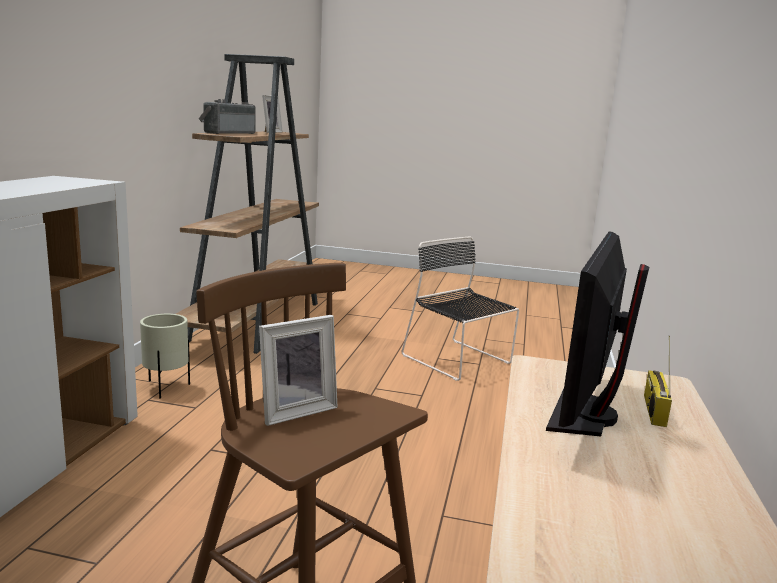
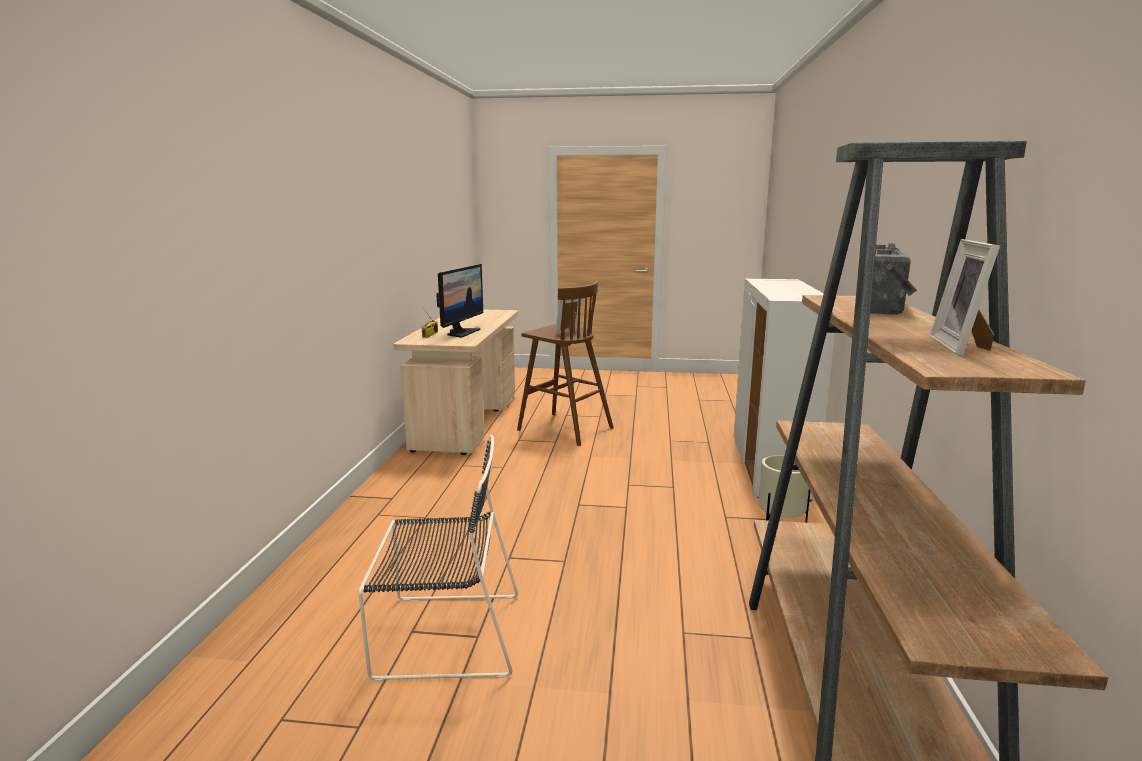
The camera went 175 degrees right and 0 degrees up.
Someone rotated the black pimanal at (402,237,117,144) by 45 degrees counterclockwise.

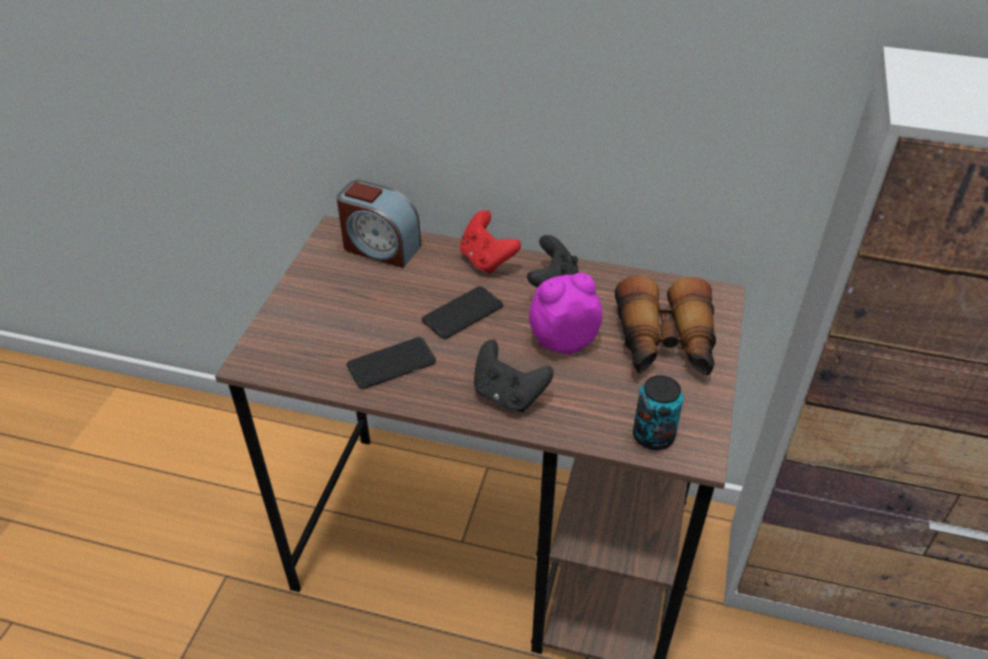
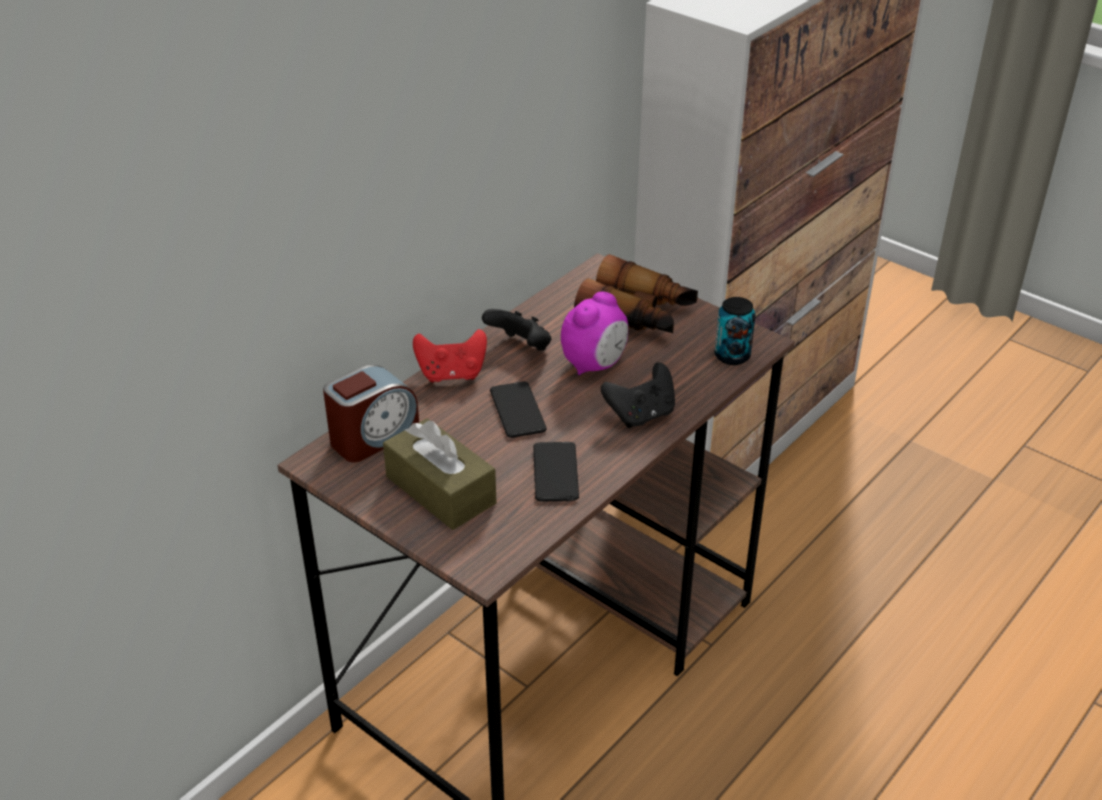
The camera went 65 degrees left and 5 degrees down.
Someone rotated the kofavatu at (529,273,74,81) by 150 degrees counterclockwise.
Someone put down the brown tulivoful at (383,418,113,112).

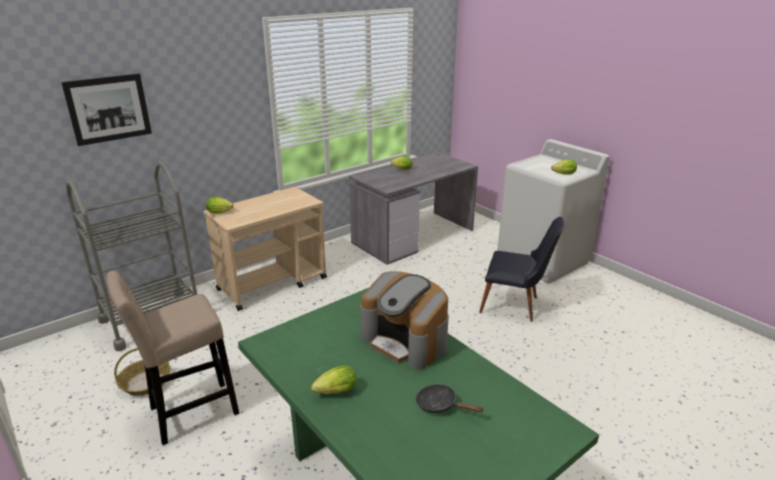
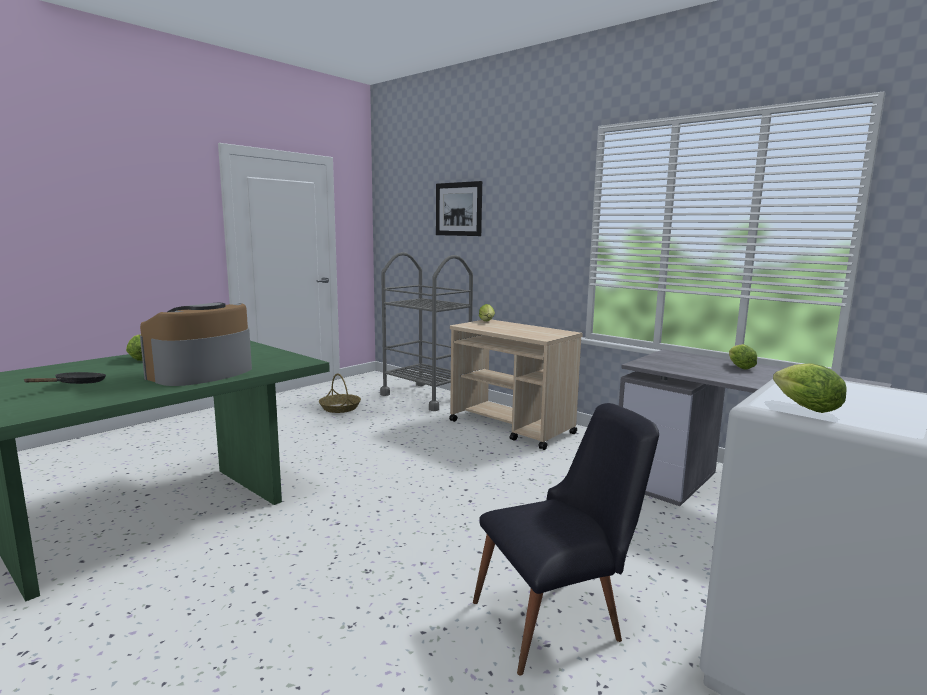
The camera went 80 degrees right and 15 degrees down.
Someone took away the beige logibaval at (107,271,132,174).
Someone rotated the black pimanal at (479,217,86,105) by 120 degrees counterclockwise.

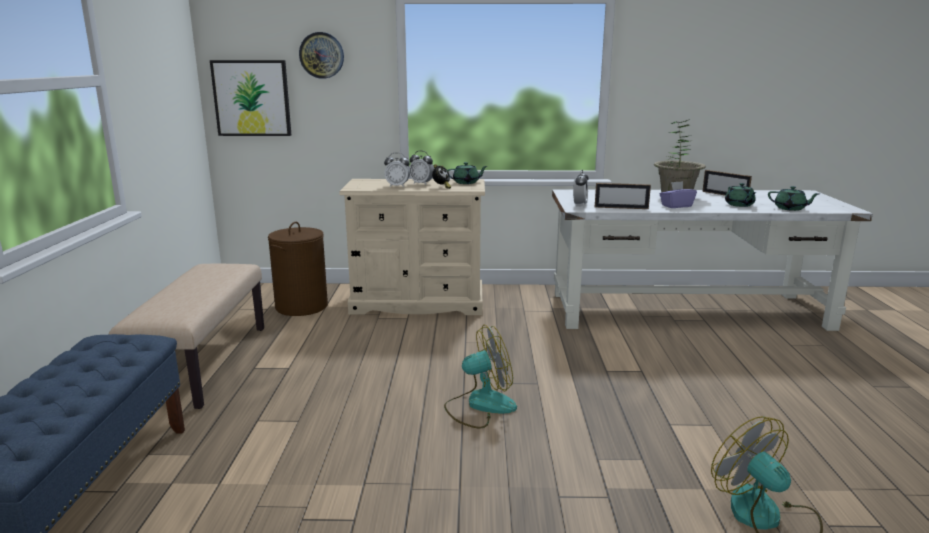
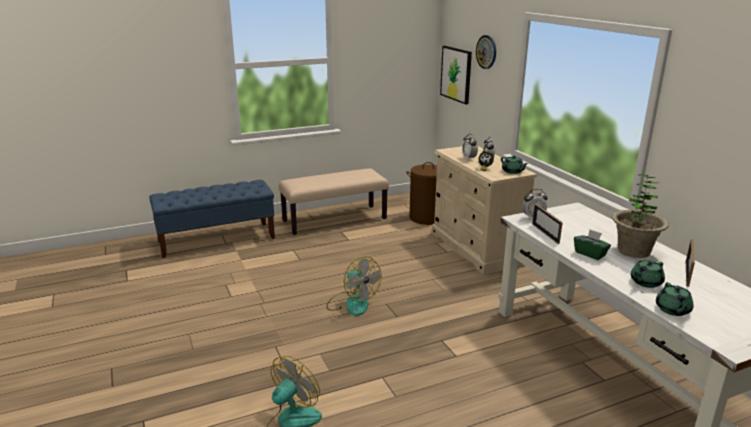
The camera went 65 degrees right and 5 degrees up.
Someone repainted the purple tulivoful at (660,181,37,27), which became the green tulivoful at (574,229,37,31).

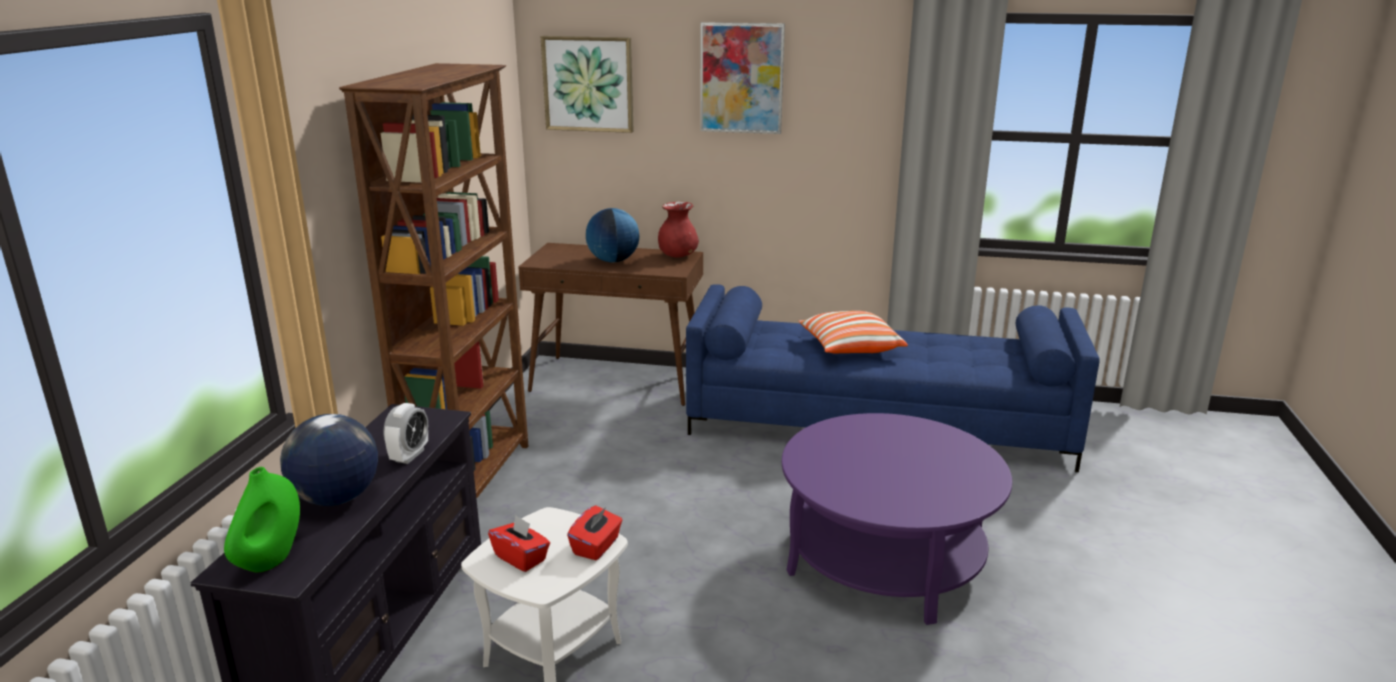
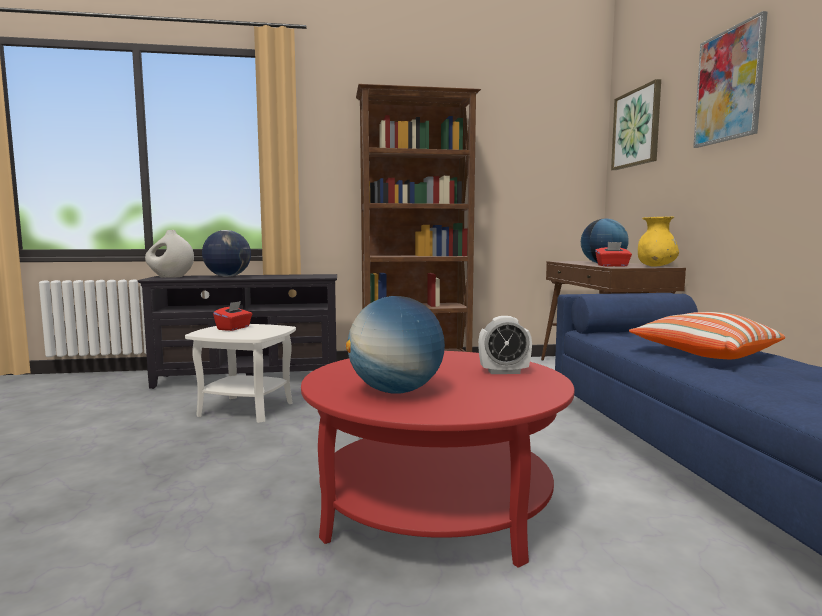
The camera went 70 degrees right and 15 degrees down.
Someone repainted the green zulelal at (224,467,76,105), which became the white zulelal at (145,230,49,48).
Someone carried the kofavatu from (383,403,45,61) to (478,316,54,58).
Someone carried the red tulivoful from (567,506,55,54) to (595,242,37,25).
Someone repainted the red zulelal at (658,202,41,56), which became the yellow zulelal at (638,216,41,51).
Someone repainted the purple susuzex at (782,413,230,212), which became the red susuzex at (301,351,274,217).
Someone put down the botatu at (346,296,99,97).

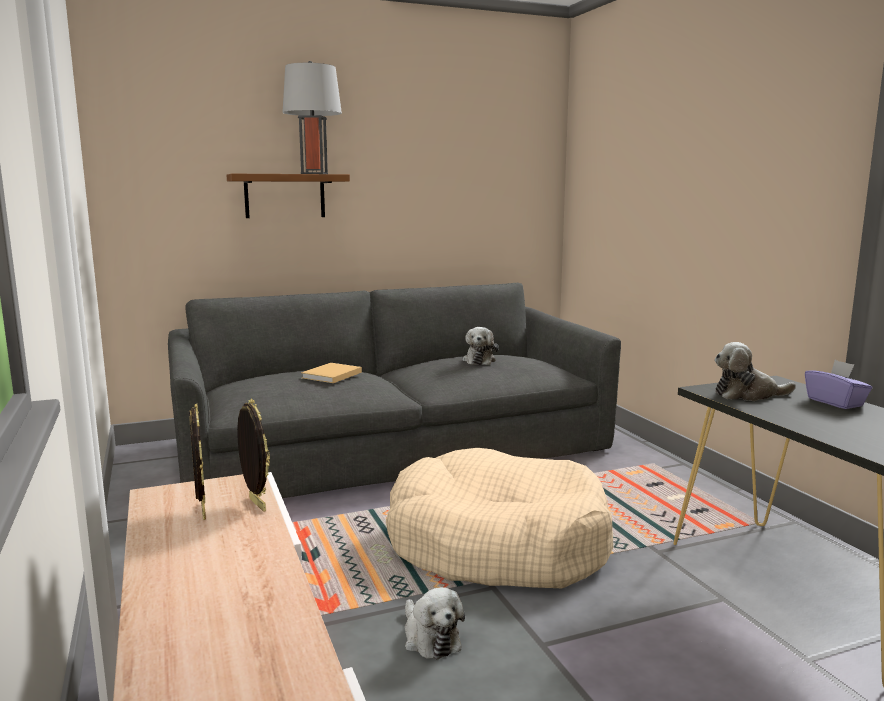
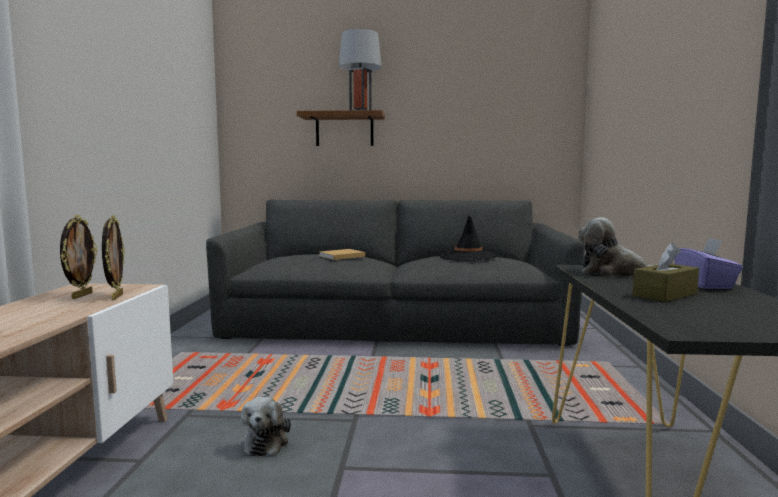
The camera went 25 degrees right and 5 degrees down.
Someone took away the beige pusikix at (386,448,227,140).
Someone swapped the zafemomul at (462,327,37,38) for the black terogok at (440,215,57,46).
Someone put down the brown tulivoful at (633,242,66,60).

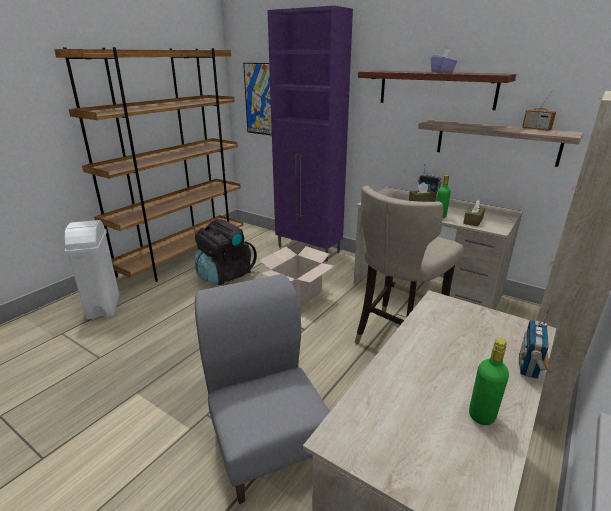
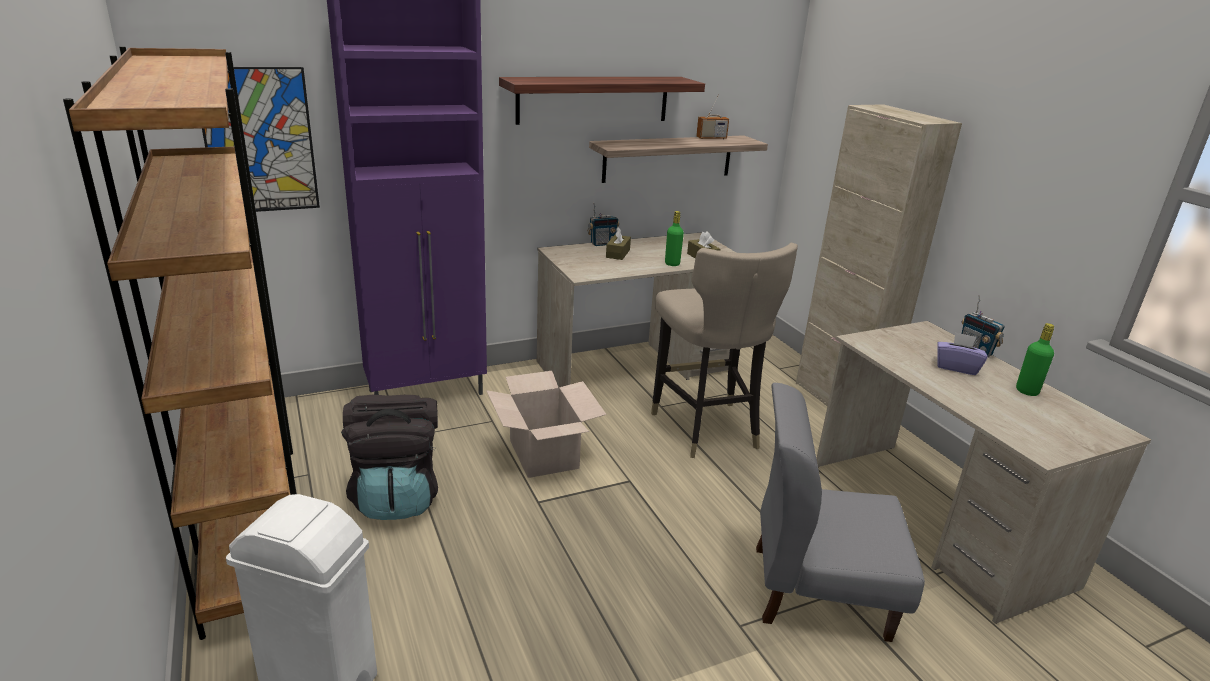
The camera went 60 degrees left and 0 degrees up.
Someone carried the purple tulivoful from (431,49,26,24) to (937,332,51,43).

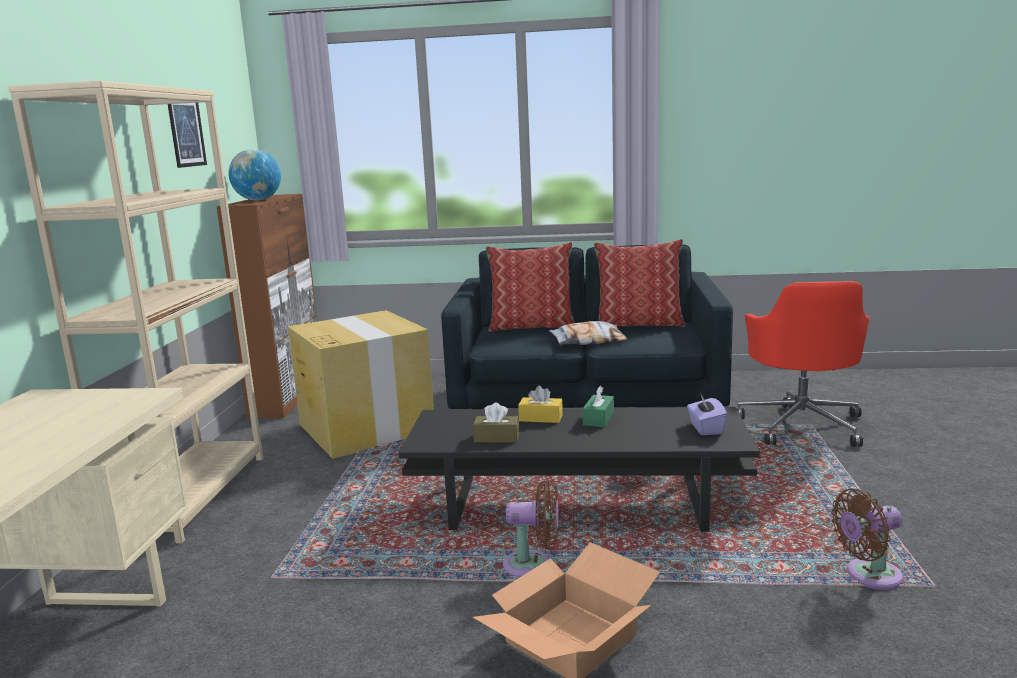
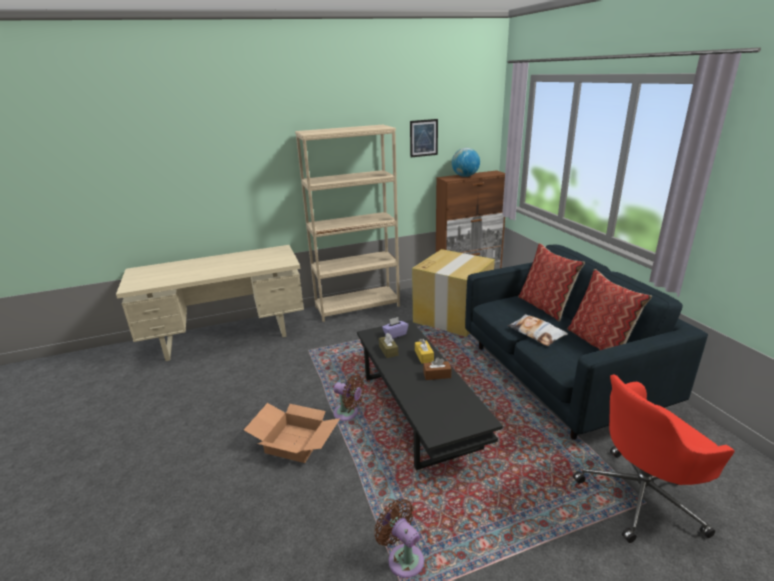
The camera went 65 degrees right and 10 degrees up.
Someone rotated the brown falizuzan at (503,480,55,97) by 45 degrees counterclockwise.
Someone repainted the green tulivoful at (583,386,31,41), which became the brown tulivoful at (423,357,28,23).
Someone carried the purple tulivoful from (687,393,40,42) to (382,317,26,22).

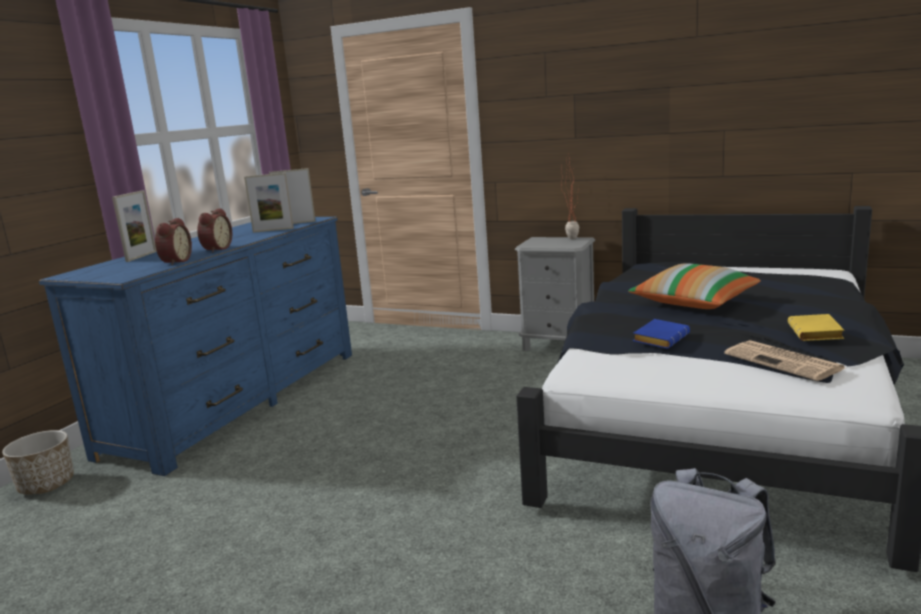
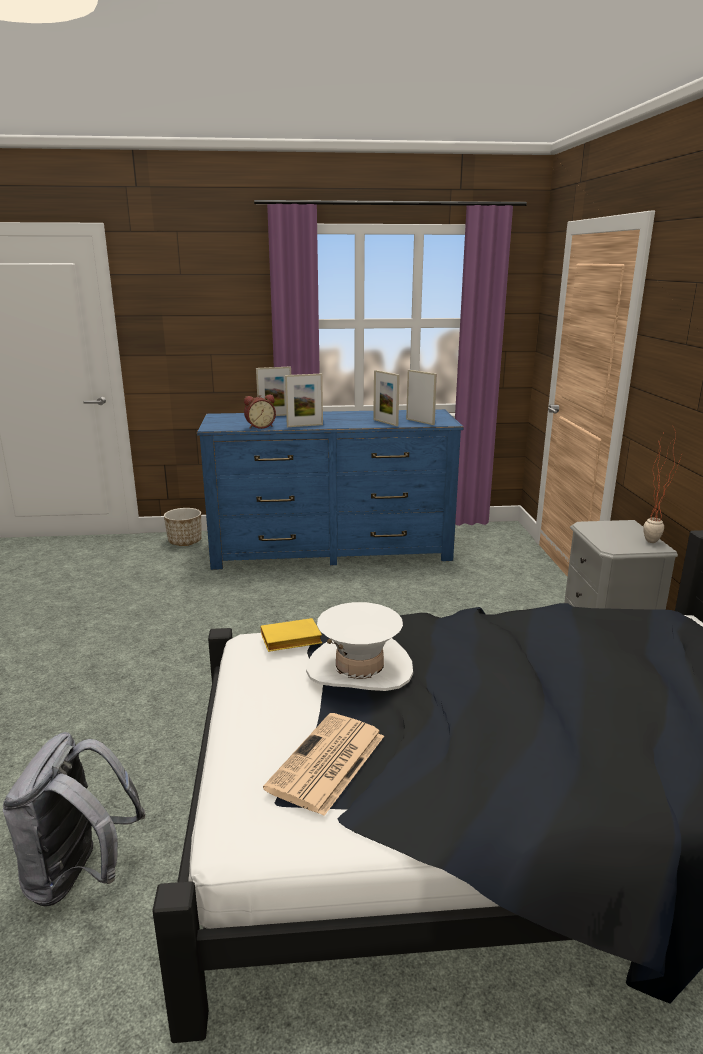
The camera went 60 degrees right and 5 degrees up.
Someone swapped the kofavatu at (197,208,35,45) for the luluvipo at (285,374,38,53).
Someone took away the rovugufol at (628,263,133,46).
Someone swapped the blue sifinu at (633,319,57,30) for the white terogok at (306,602,107,89).
Someone carried the yellow sifinu from (788,314,56,27) to (261,618,61,34).

